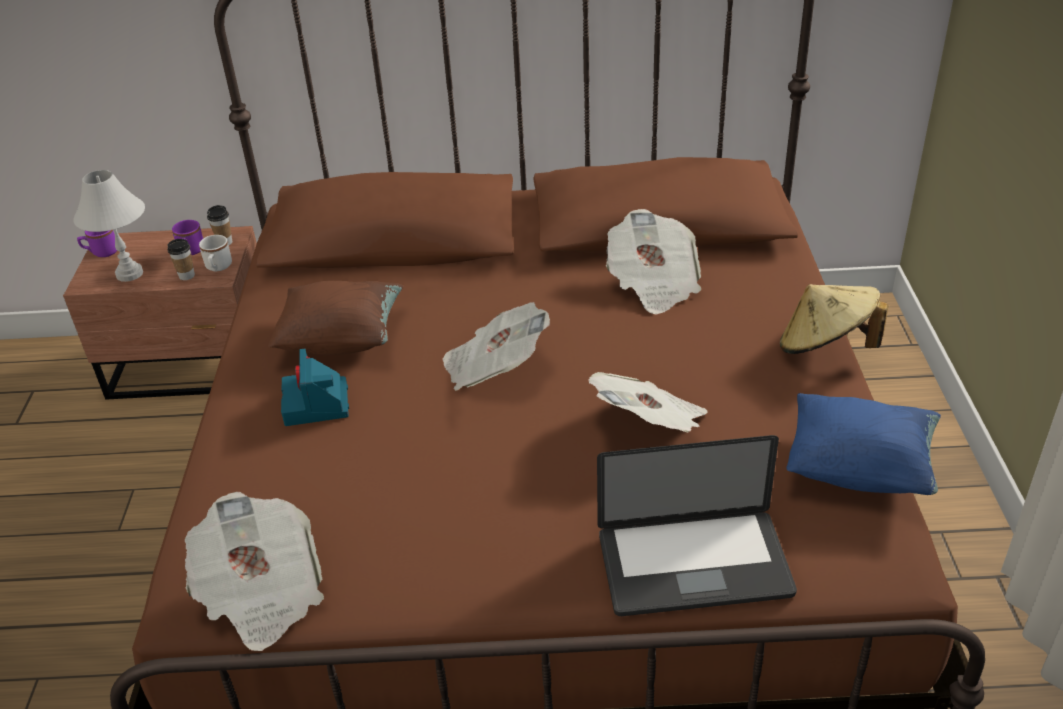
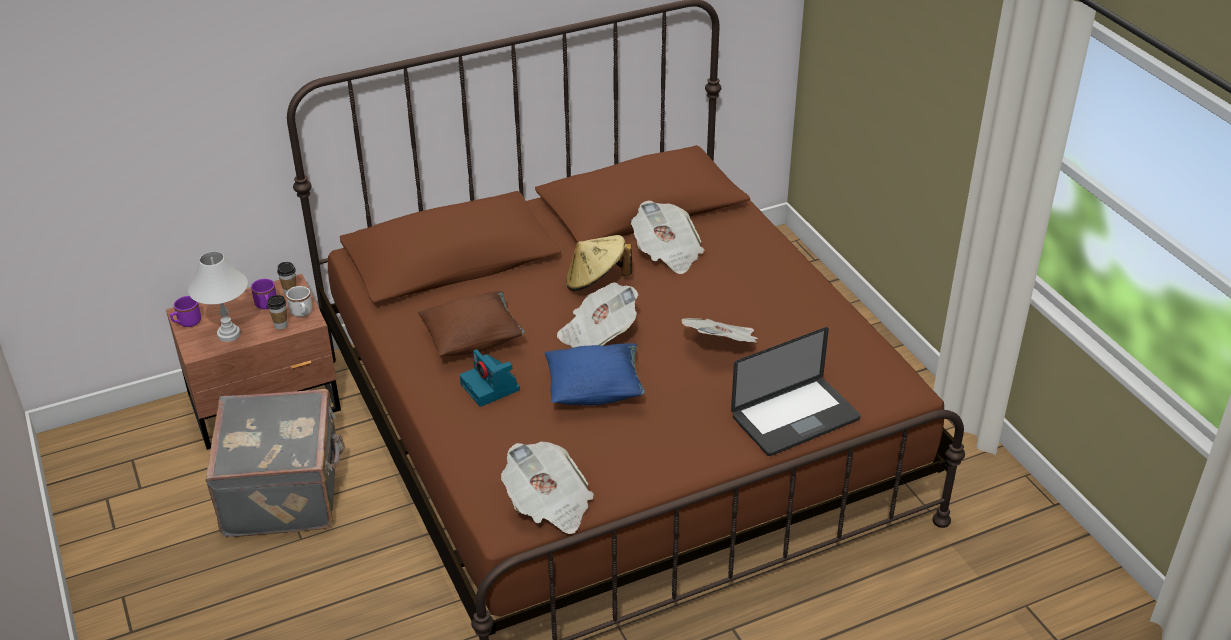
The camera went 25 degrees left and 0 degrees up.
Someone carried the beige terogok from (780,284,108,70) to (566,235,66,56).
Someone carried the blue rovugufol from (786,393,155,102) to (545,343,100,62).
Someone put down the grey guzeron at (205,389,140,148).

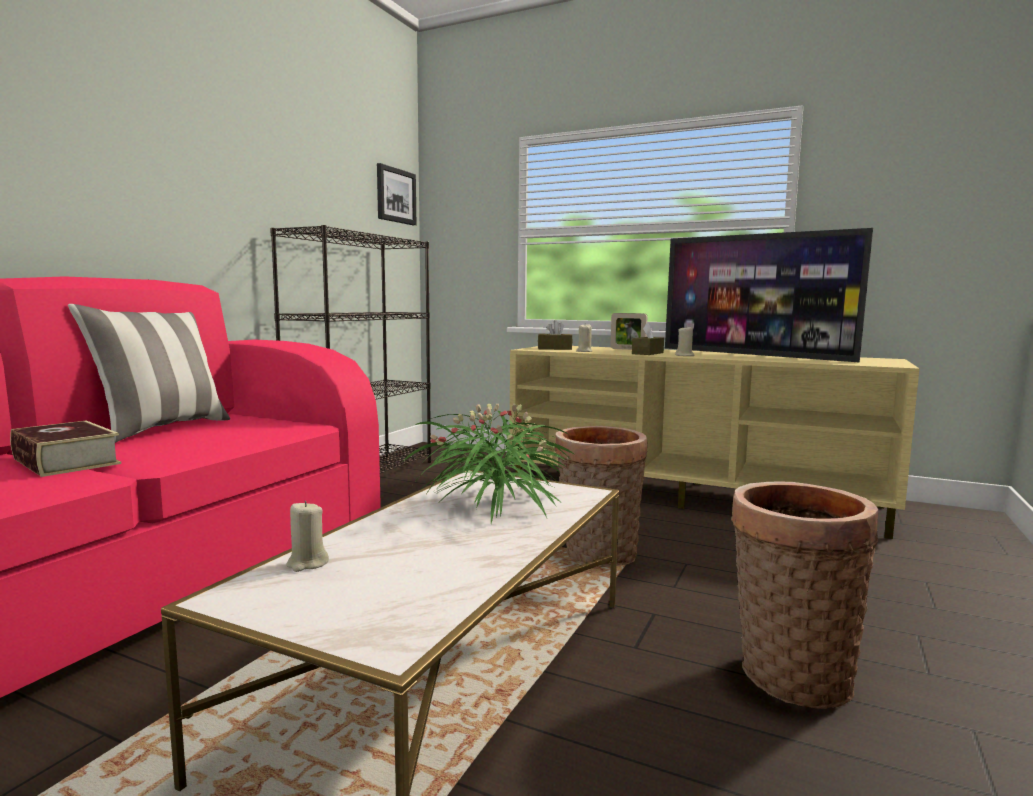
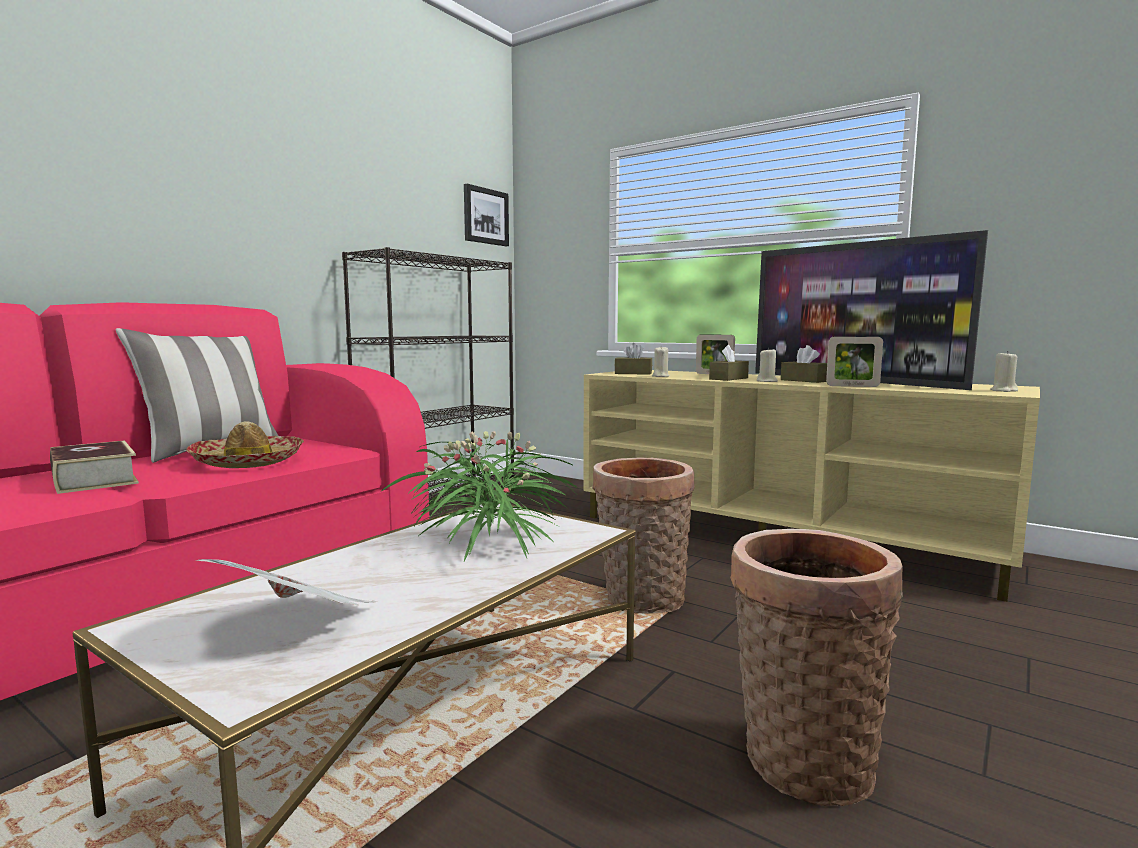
The camera went 10 degrees right and 0 degrees up.
Someone carried the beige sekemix from (286,501,43,71) to (990,351,28,41).
Someone put down the terogok at (187,421,117,47).
Someone put down the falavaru at (196,559,181,46).
Someone put down the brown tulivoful at (781,345,46,38).
Someone put down the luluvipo at (826,337,57,50).

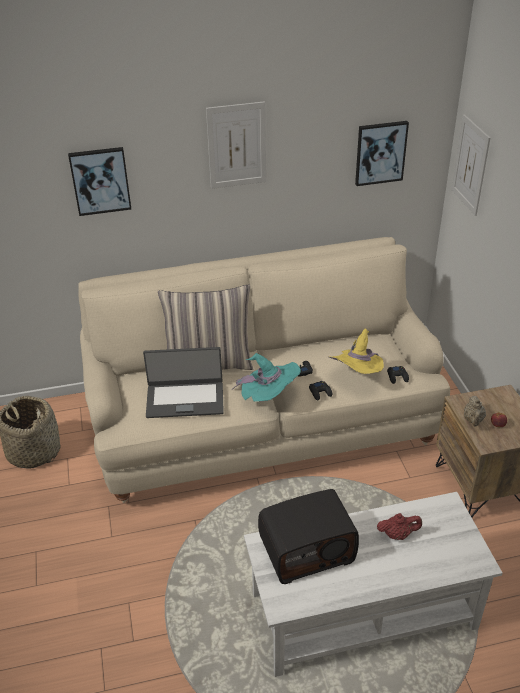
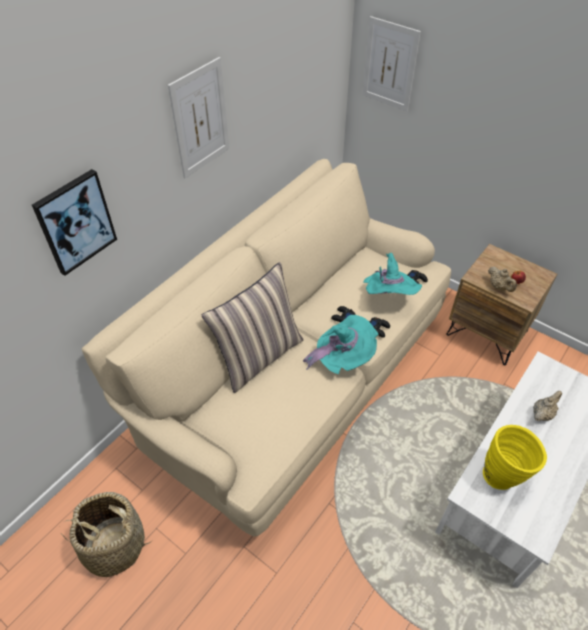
The camera went 40 degrees left and 10 degrees up.
Someone took away the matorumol at (143,347,81,71).
Someone swapped the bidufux at (258,489,101,95) for the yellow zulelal at (483,425,64,65).
Someone repainted the yellow terogok at (328,328,56,46), which became the turquoise terogok at (363,253,59,42).
Someone took away the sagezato at (355,121,54,65).
Someone repainted the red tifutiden at (377,513,45,27), which became the beige tifutiden at (533,391,29,31).

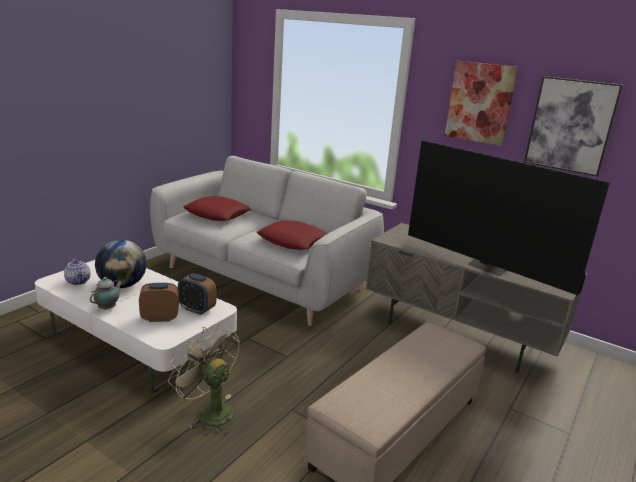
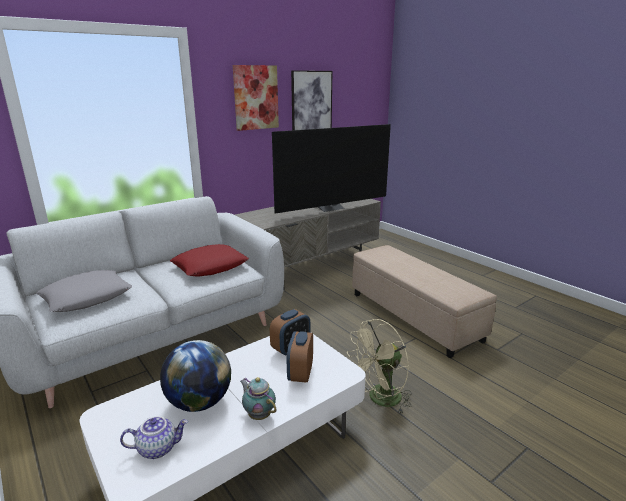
The camera went 70 degrees left and 0 degrees up.
Someone repainted the red rovugufol at (184,196,68,25), which became the grey rovugufol at (36,270,96,42).

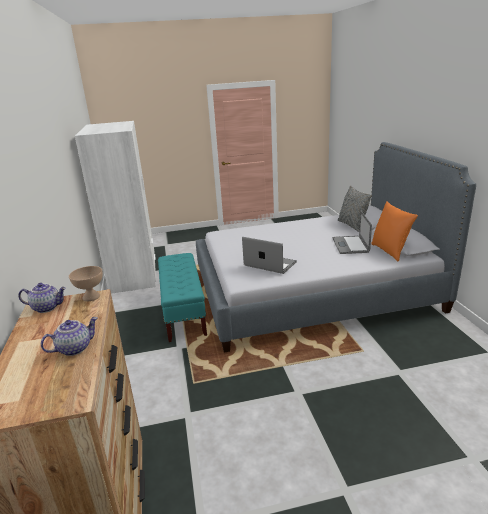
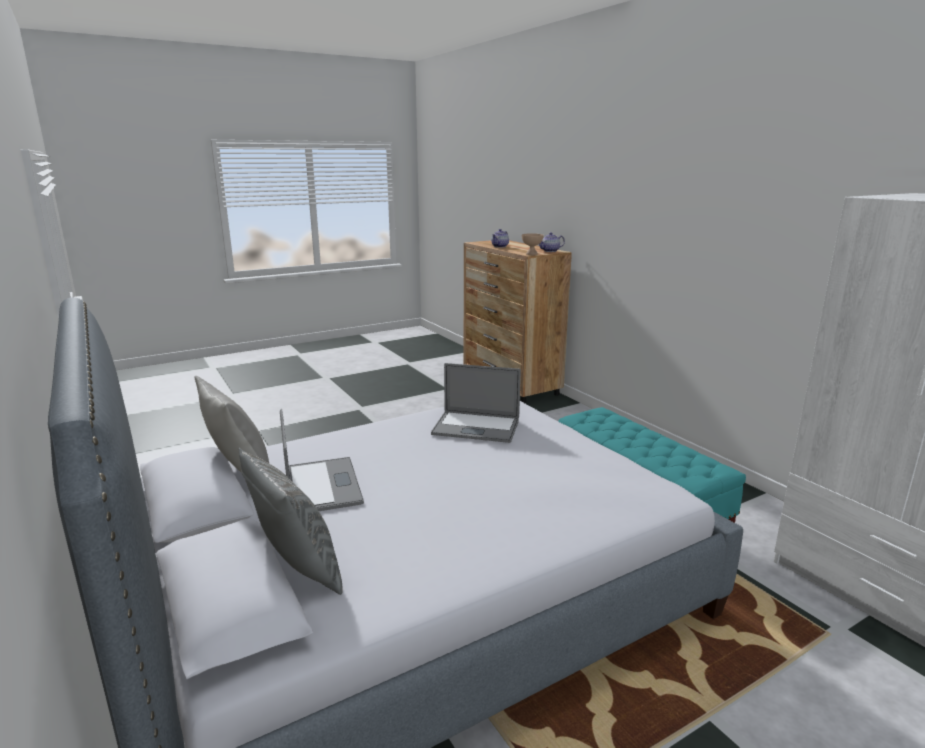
The camera went 160 degrees right and 5 degrees down.
Someone repainted the orange rovugufol at (371,201,47,61), which became the grey rovugufol at (194,376,75,96).

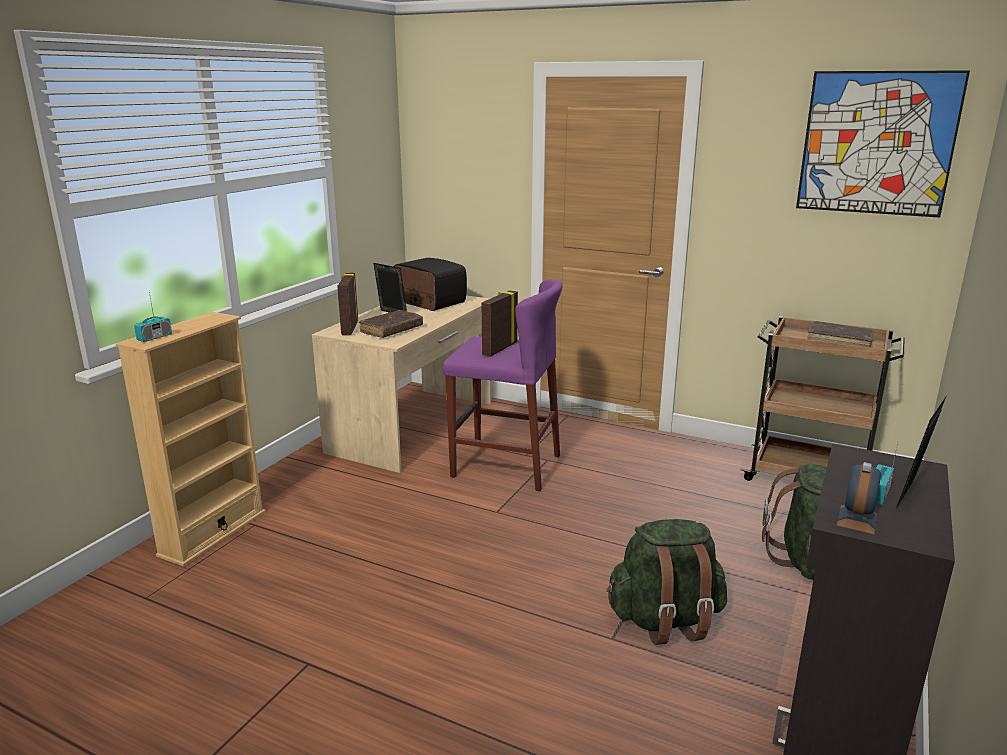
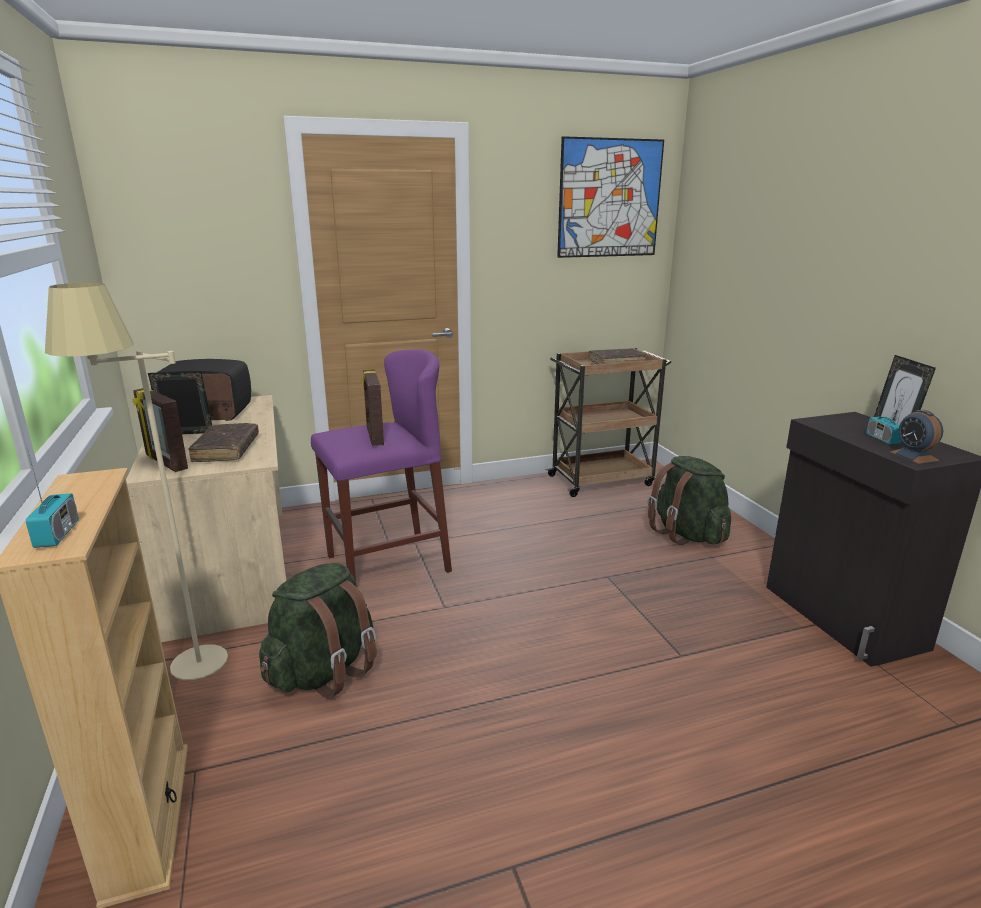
The camera went 45 degrees left and 0 degrees up.
Someone carried the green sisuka from (606,519,121,126) to (259,563,118,135).
Someone put down the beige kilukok at (45,282,183,398).

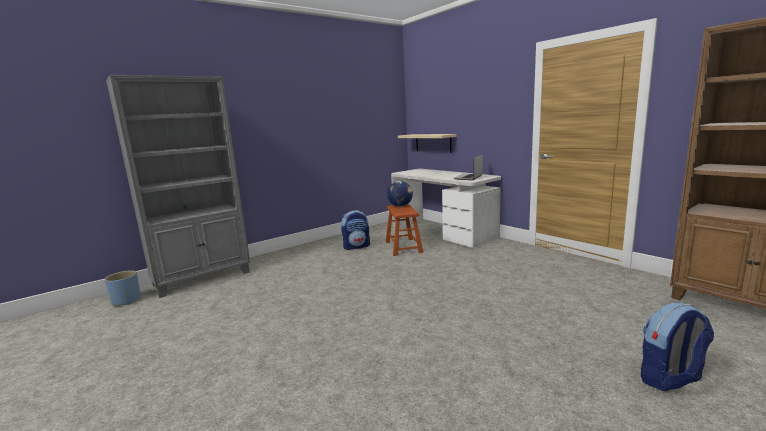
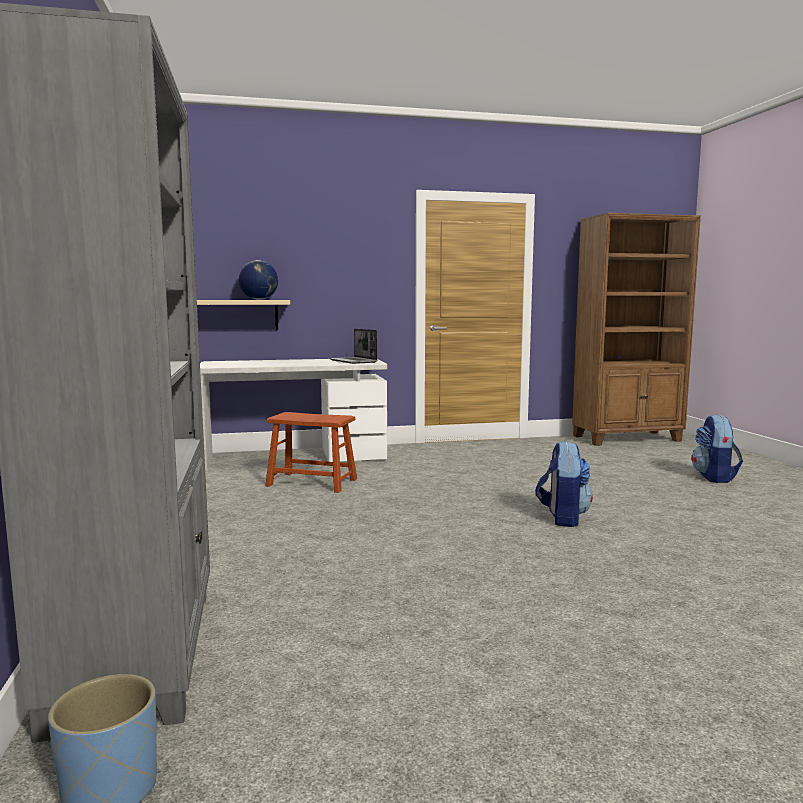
The camera went 65 degrees left and 5 degrees down.
Someone carried the sisuka from (341,210,29,40) to (535,441,58,86).
Someone carried the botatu from (387,181,26,26) to (239,260,39,40).

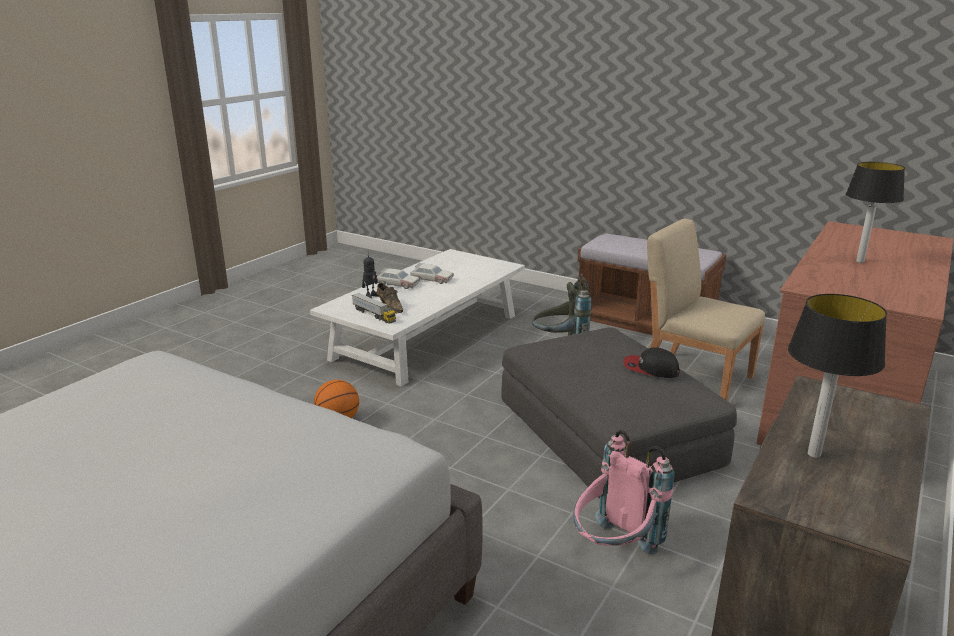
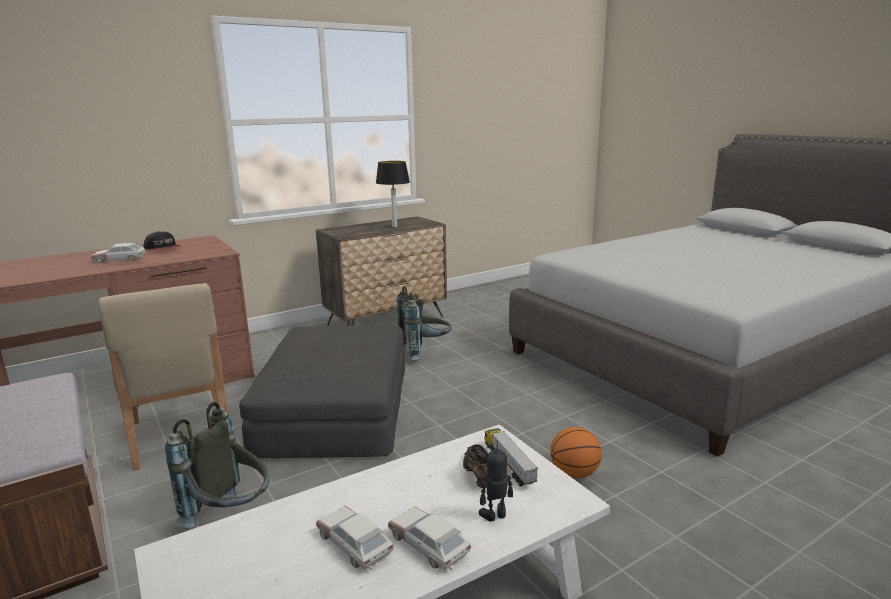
The camera went 155 degrees left and 5 degrees down.
Someone repainted the pink sisuka at (573,430,101,124), which became the grey sisuka at (397,286,55,75).
Someone carried the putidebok from (623,347,57,31) to (143,231,38,20).
Someone swapped the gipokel at (846,162,59,101) for the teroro at (91,243,54,20).

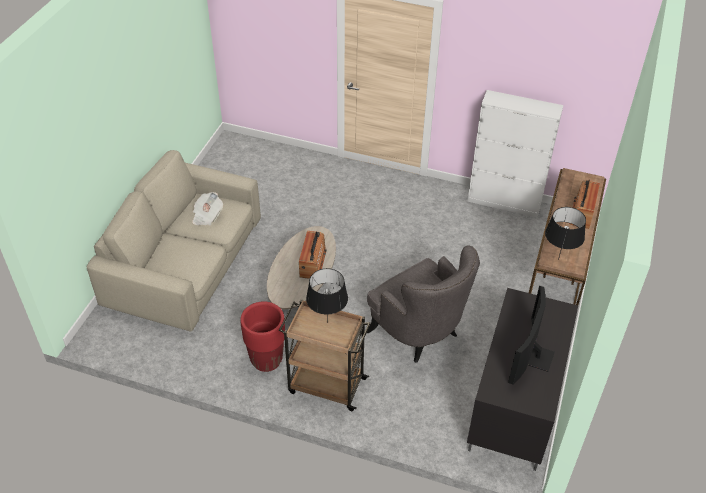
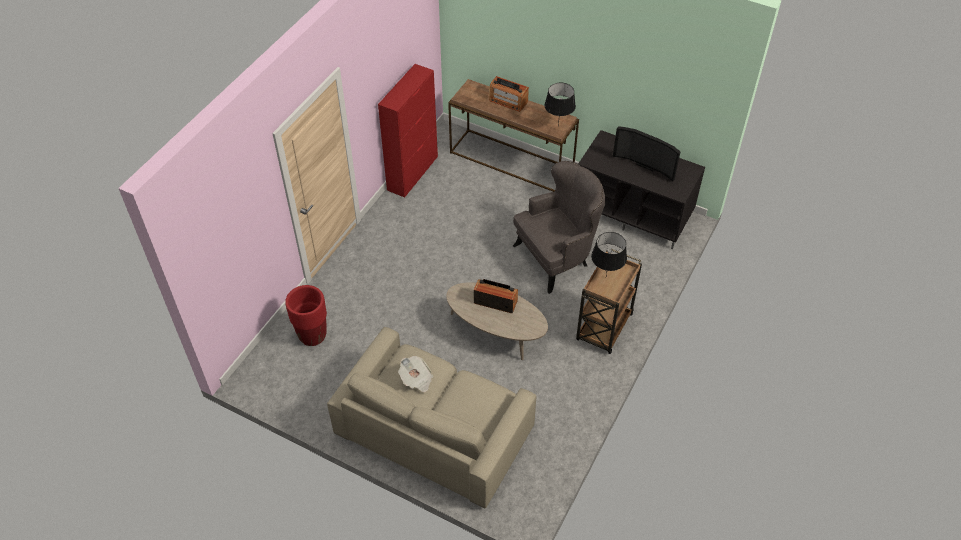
The camera went 80 degrees left and 5 degrees up.
Someone carried the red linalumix from (240,301,45,71) to (285,285,42,61).
Someone repainted the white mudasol at (468,90,95,128), which became the red mudasol at (378,64,60,133).

